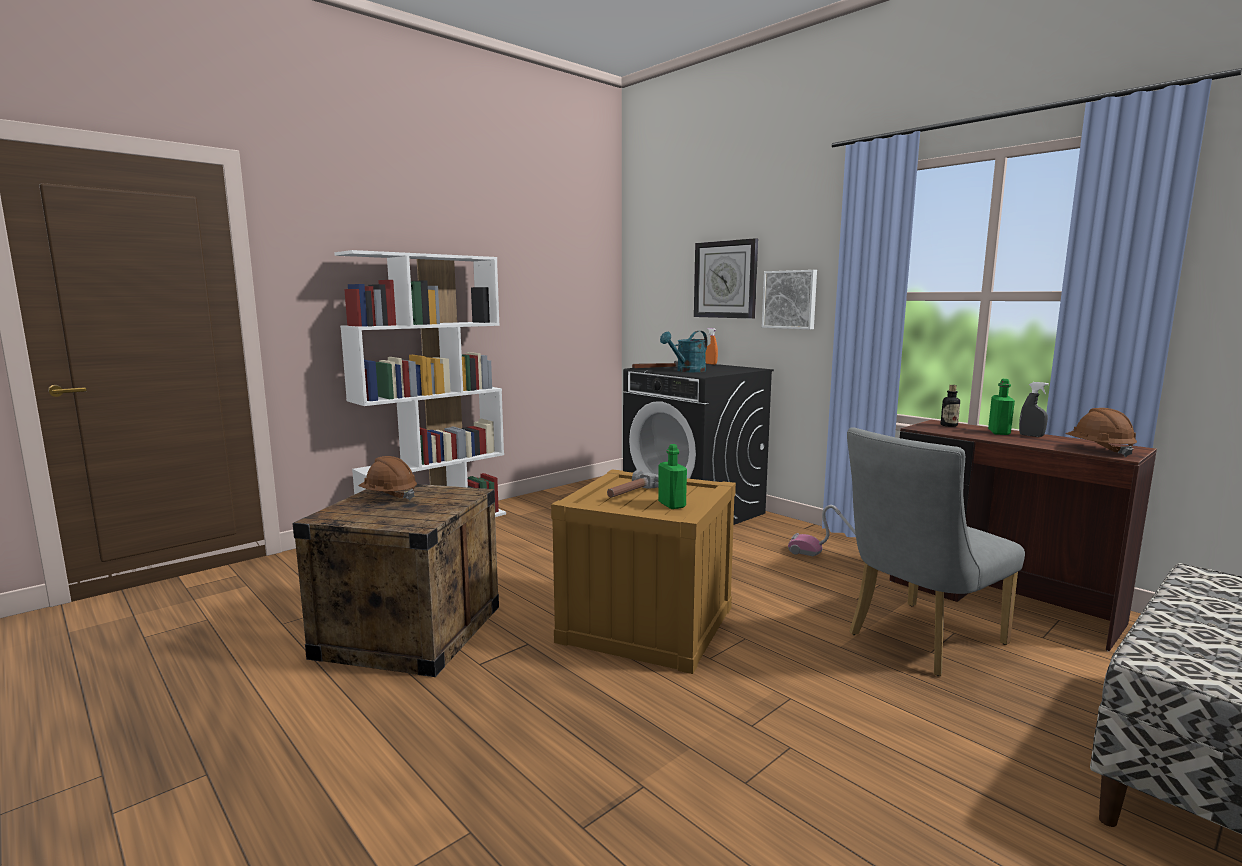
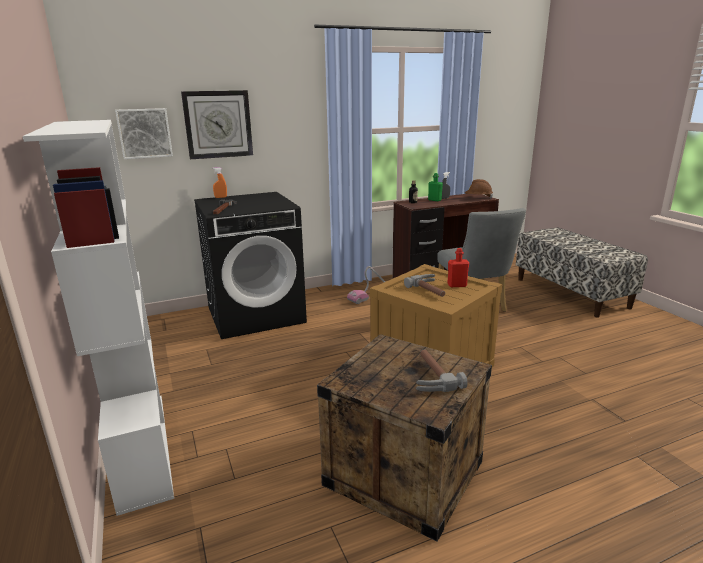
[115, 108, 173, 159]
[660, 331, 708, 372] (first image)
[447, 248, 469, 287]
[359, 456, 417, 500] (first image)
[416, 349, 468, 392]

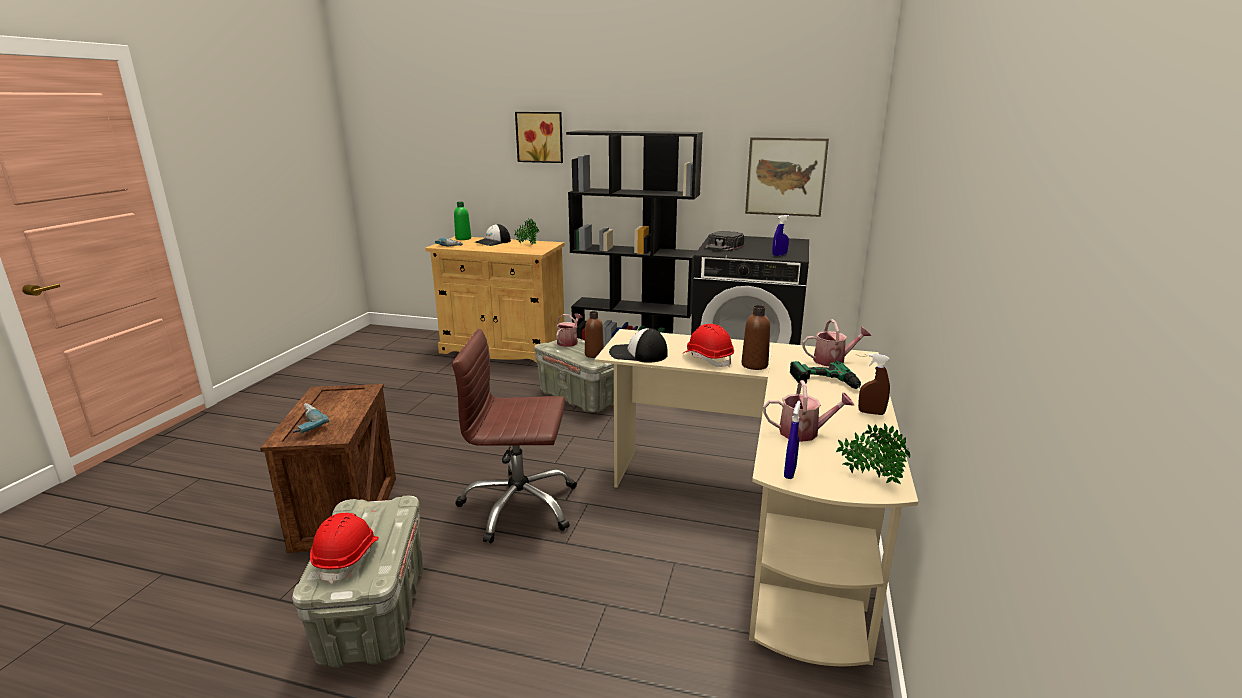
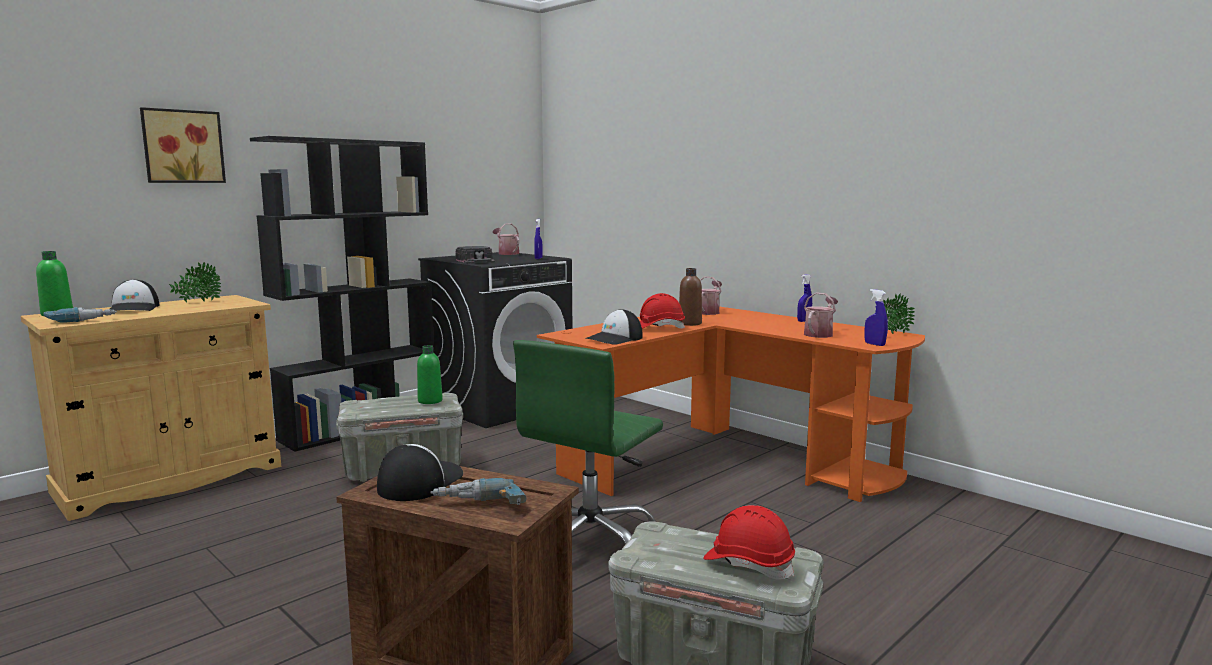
[745, 137, 829, 217] (first image)
[417, 345, 443, 404]
[493, 223, 519, 255]
[513, 340, 663, 544]
[537, 306, 925, 502]
[797, 274, 812, 322]
[790, 361, 861, 389] (first image)
[377, 444, 463, 501]

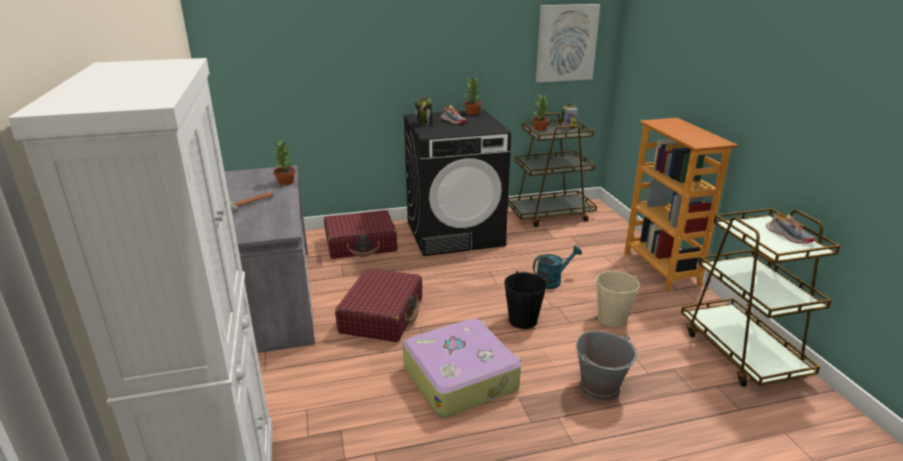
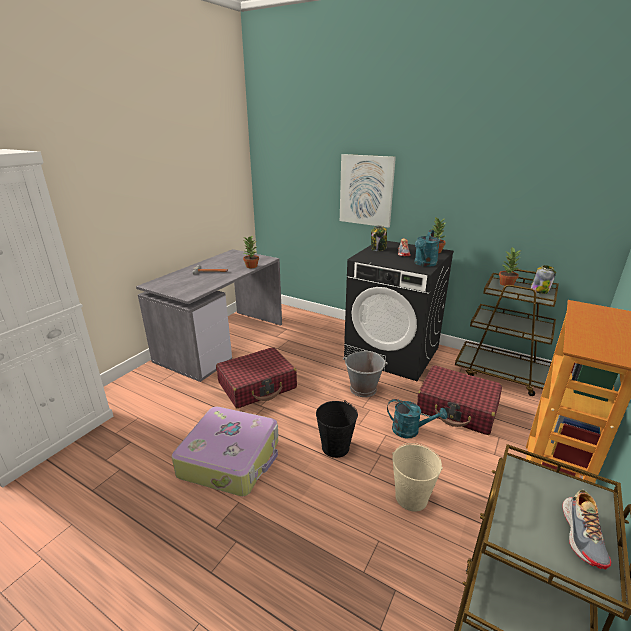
[340, 154, 396, 228]
[417, 365, 502, 435]
[343, 351, 388, 397]
[415, 230, 440, 267]

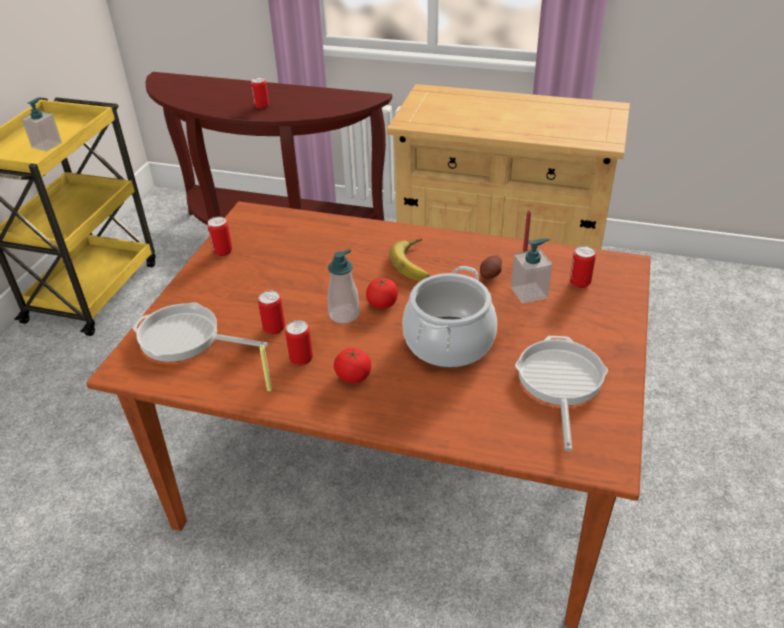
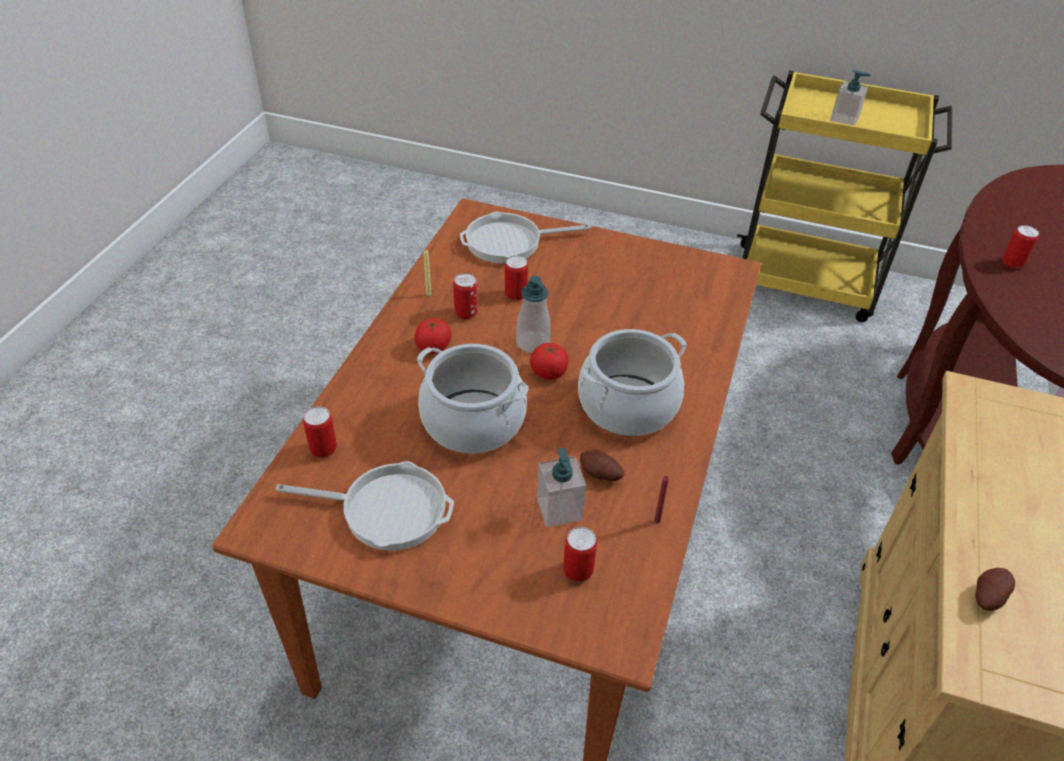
[303, 406, 337, 458]
[578, 329, 687, 436]
[460, 212, 591, 264]
[976, 568, 1015, 611]

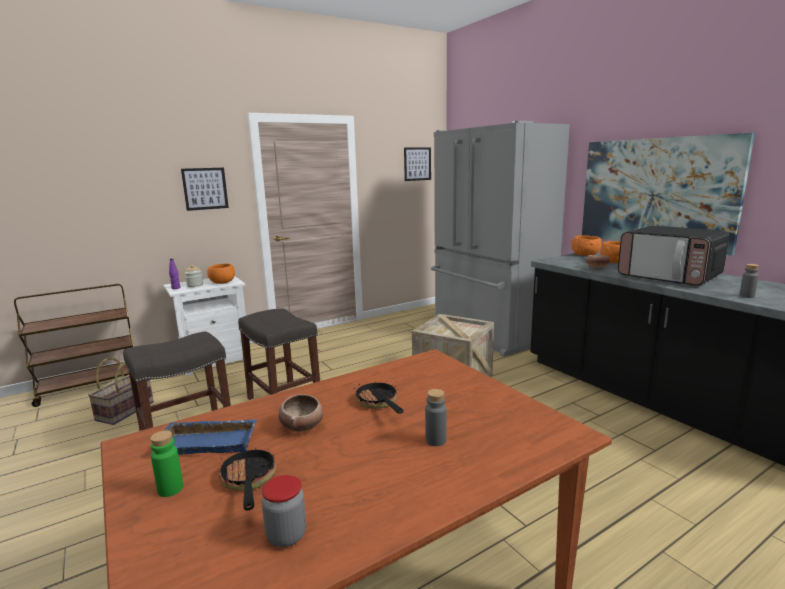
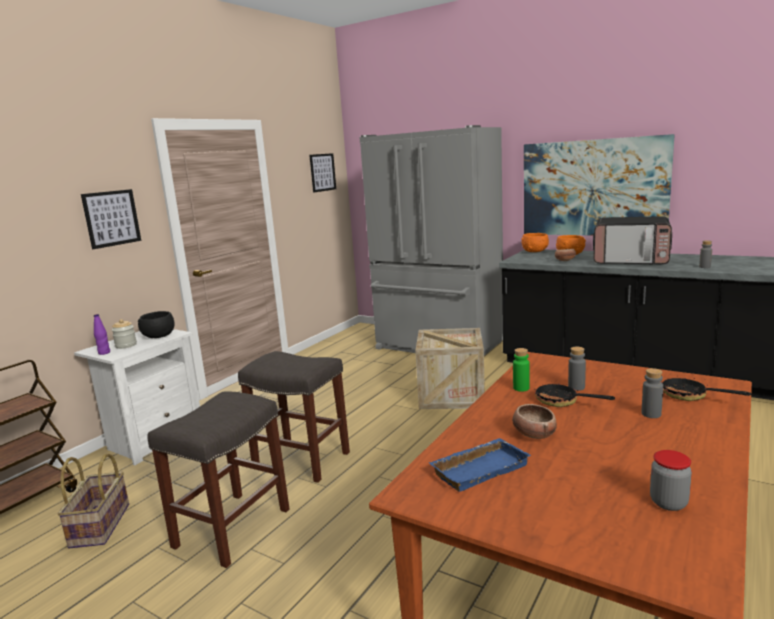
[138, 311, 175, 338]
[513, 348, 530, 391]
[661, 375, 751, 401]
[568, 347, 586, 391]

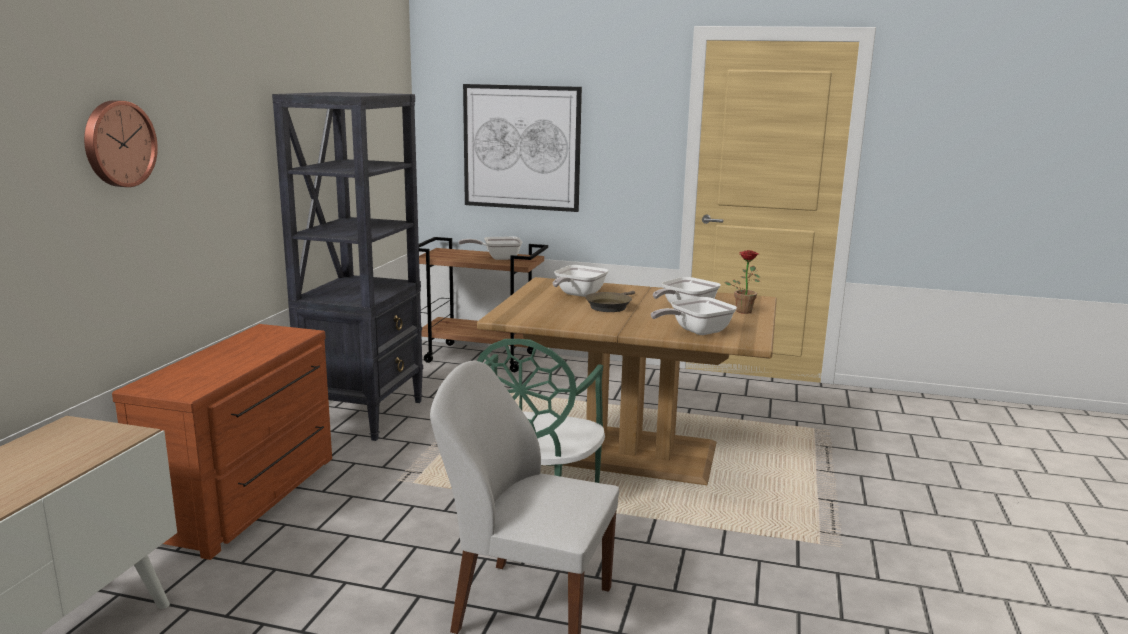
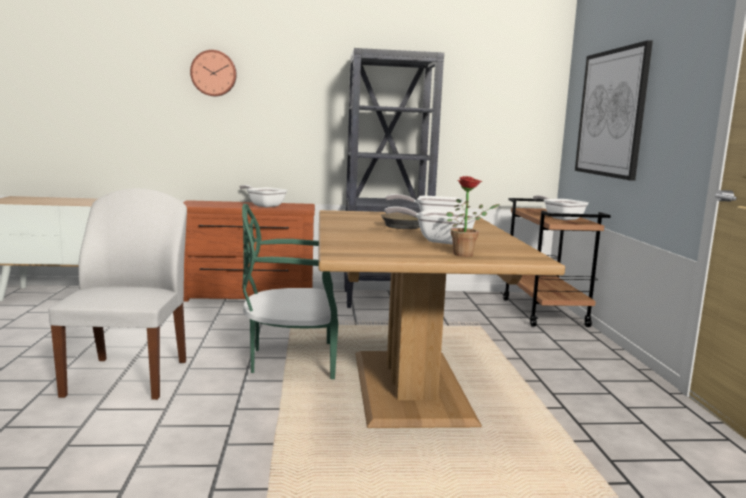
[239, 185, 288, 207]

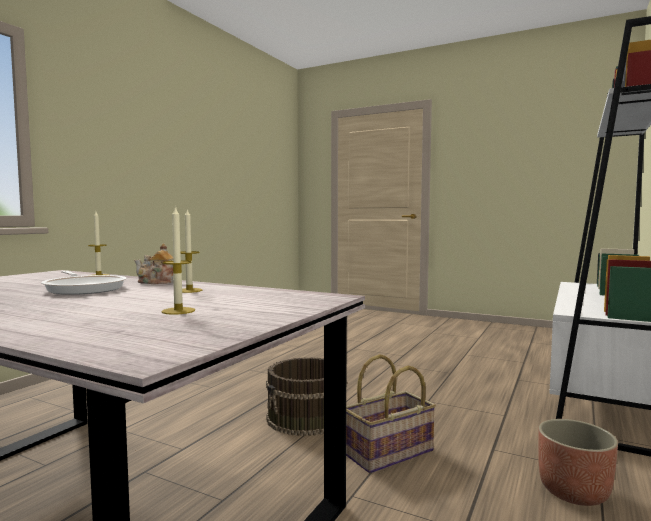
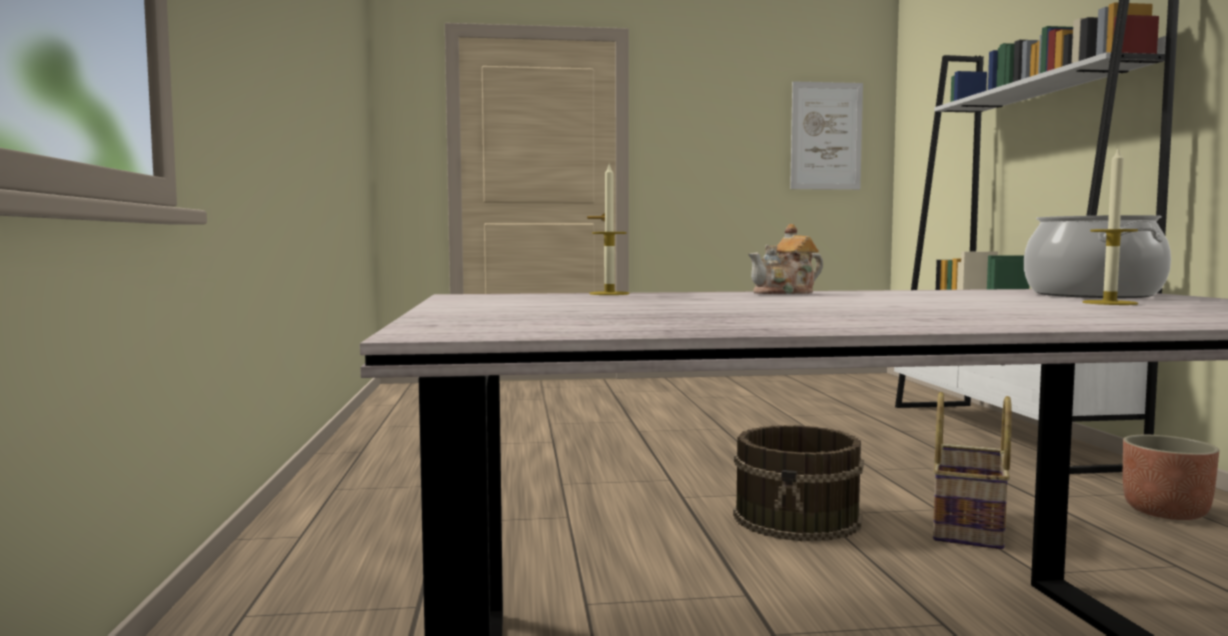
[180, 208, 202, 293] (first image)
[41, 271, 127, 295] (first image)
[790, 81, 863, 190]
[1024, 215, 1171, 298]

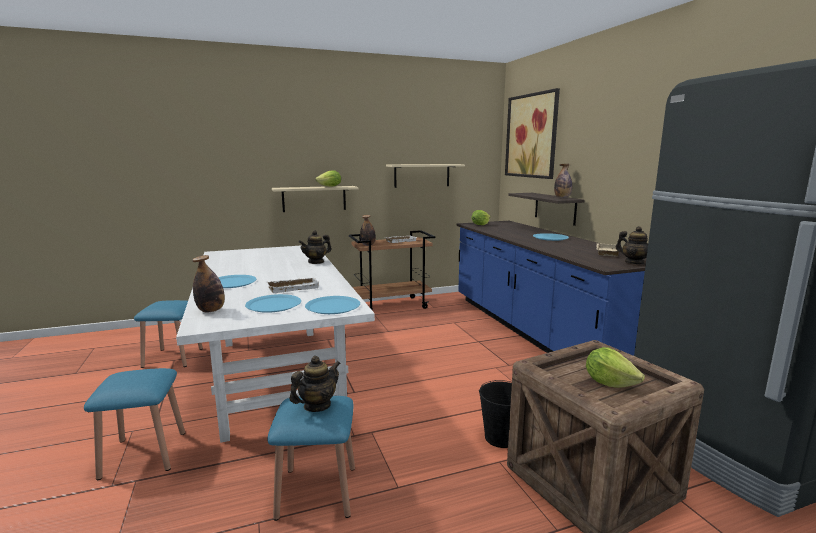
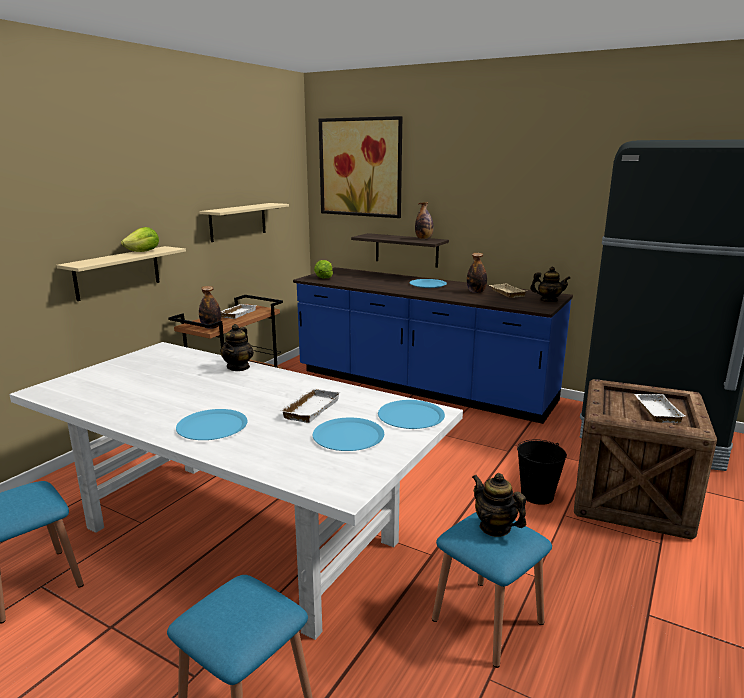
[467, 253, 487, 293]
[634, 394, 686, 423]
[472, 473, 526, 537]

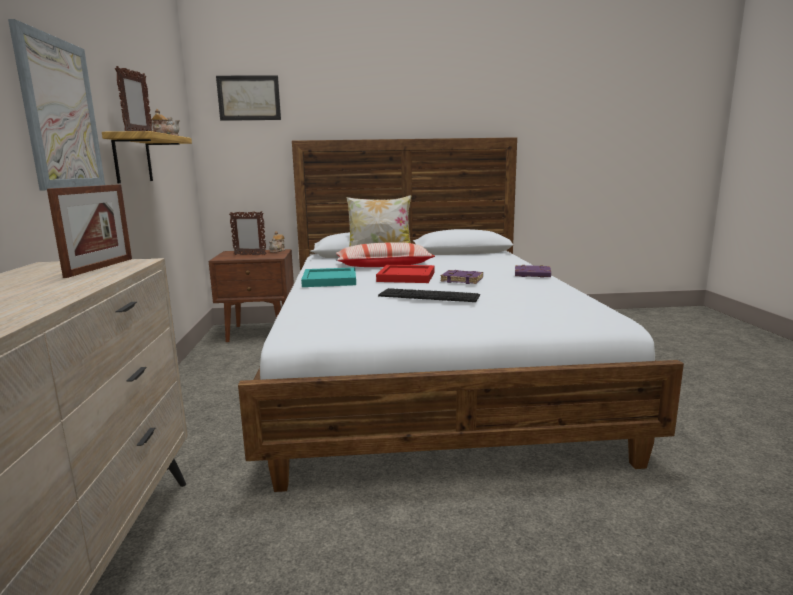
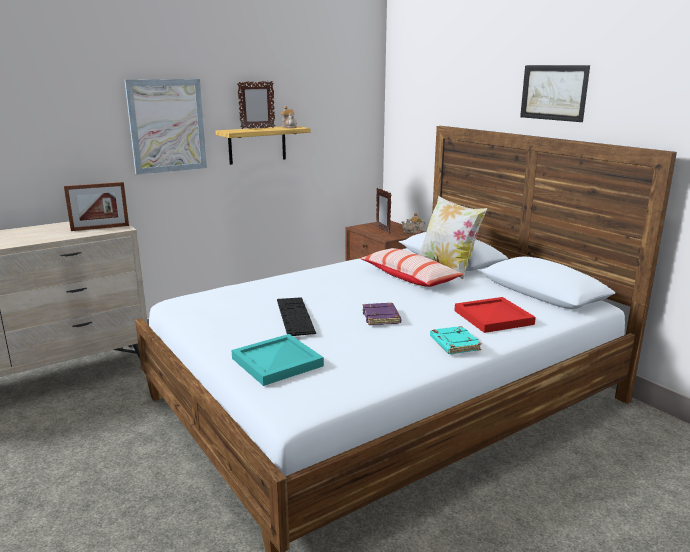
[520, 65, 590, 122]
[454, 297, 536, 333]
[430, 326, 482, 354]
[232, 334, 324, 386]

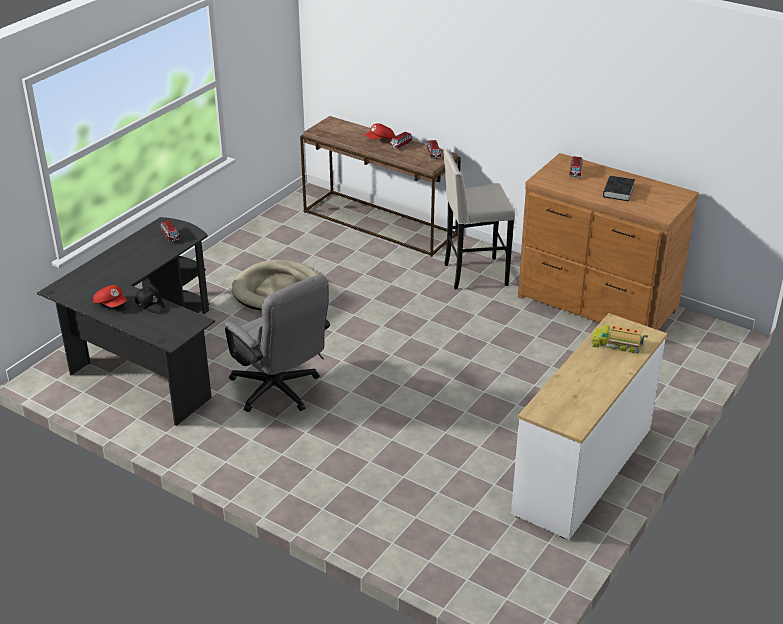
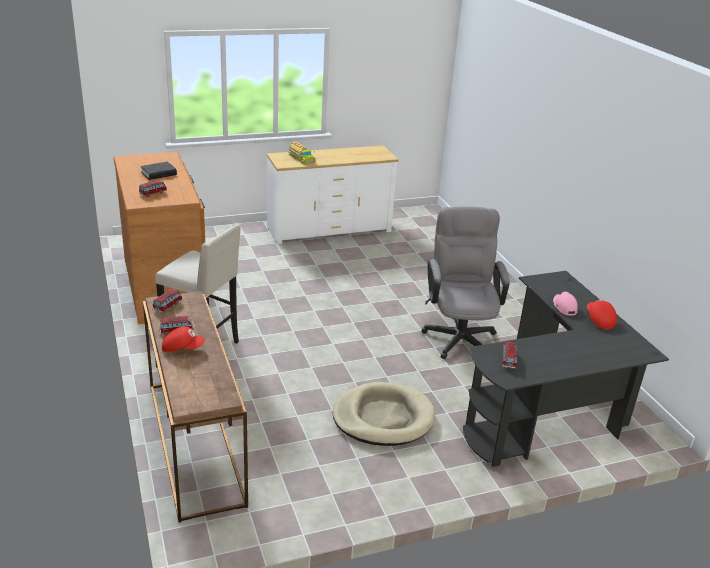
[553, 292, 578, 316]

